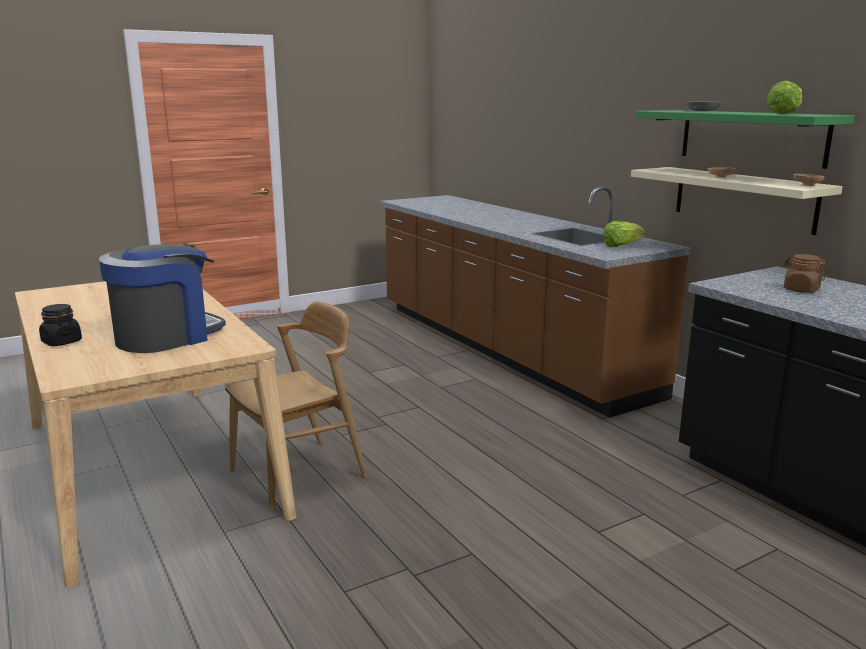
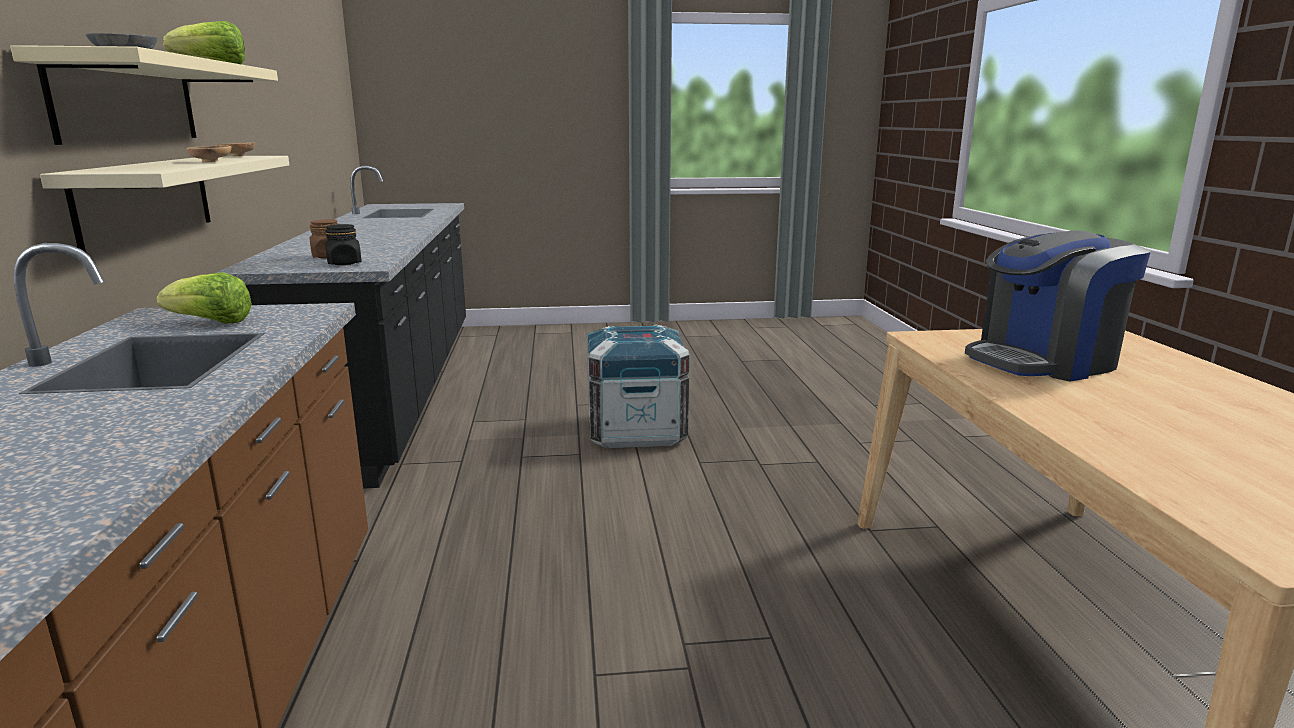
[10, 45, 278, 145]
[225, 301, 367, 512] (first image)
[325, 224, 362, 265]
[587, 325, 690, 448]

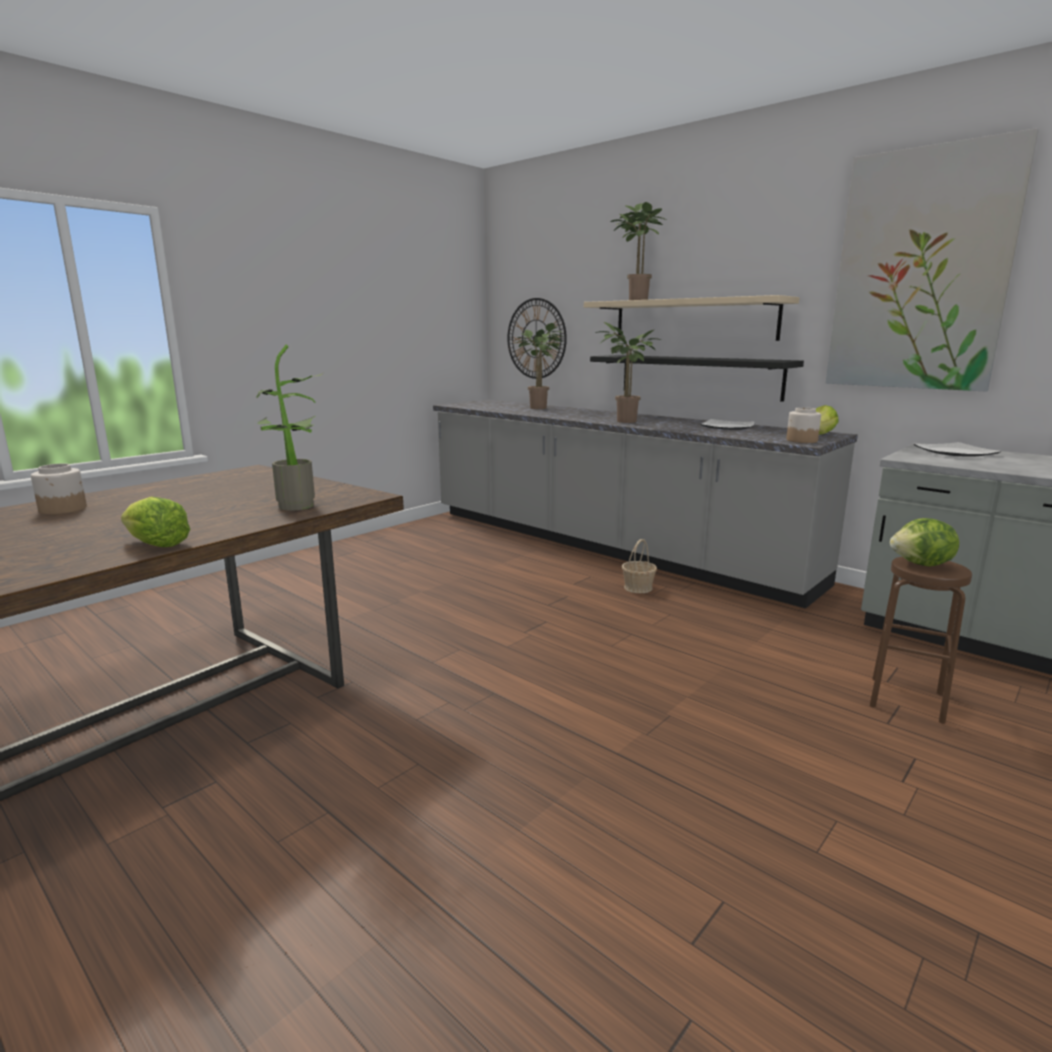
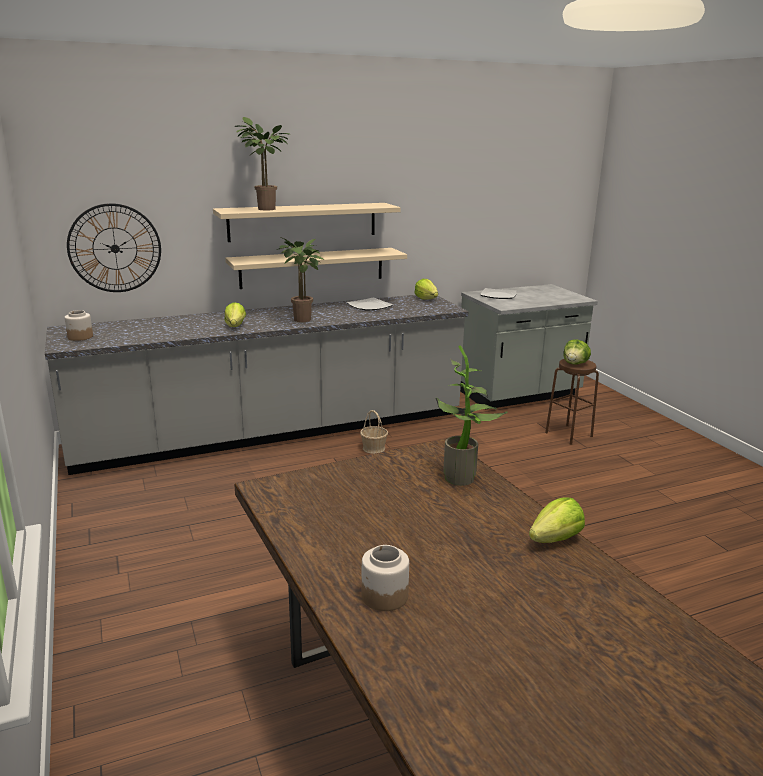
[826, 128, 1039, 392] (first image)
[516, 323, 564, 409] (first image)
[225, 248, 407, 289]
[65, 310, 93, 341]
[224, 302, 246, 327]

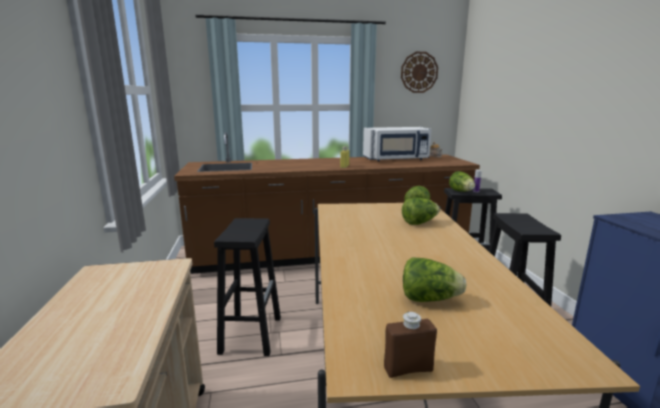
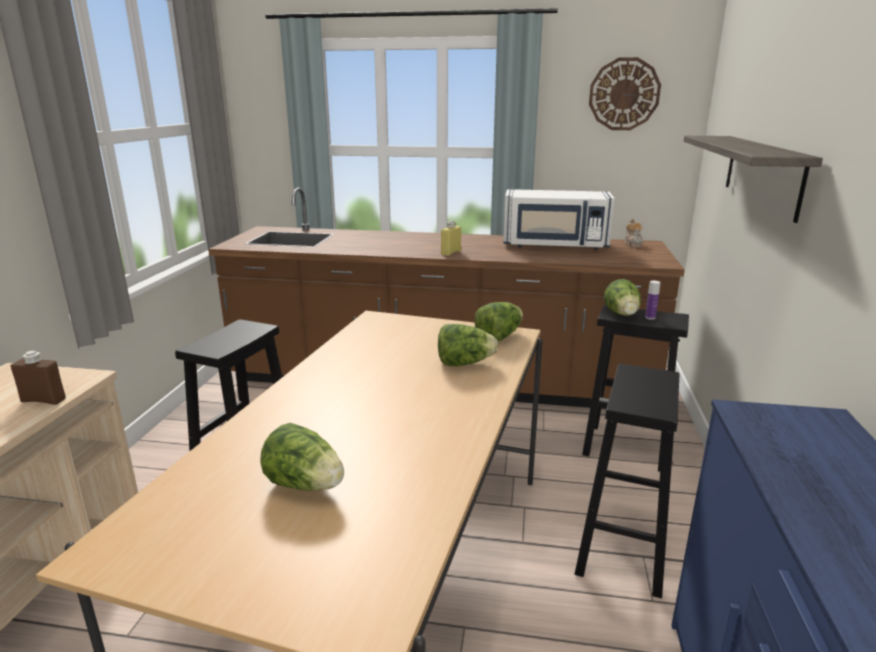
[11, 351, 66, 405]
[684, 136, 823, 223]

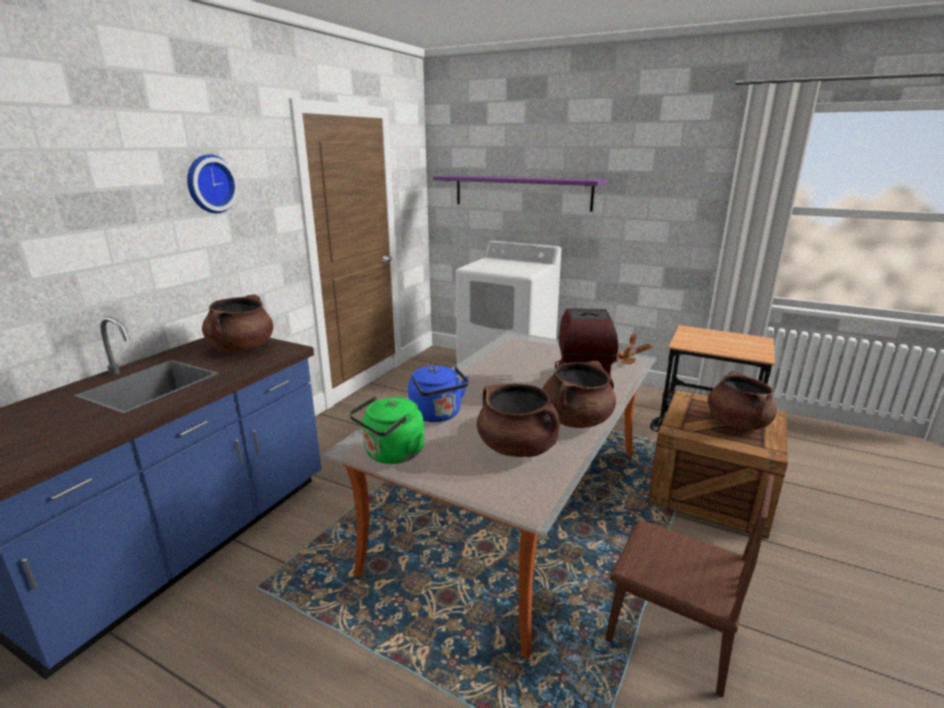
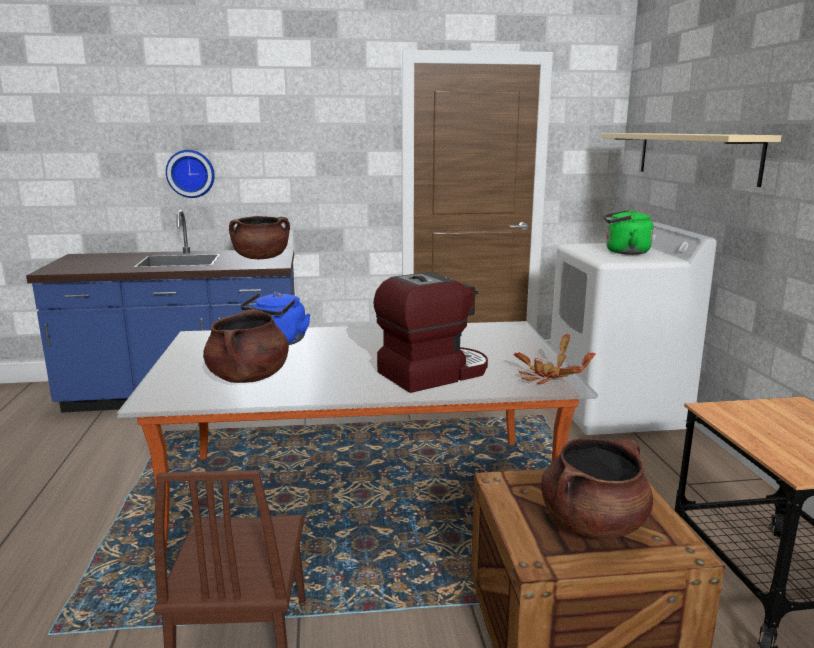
[166, 150, 215, 198]
[601, 133, 782, 187]
[542, 361, 616, 428] (first image)
[603, 209, 653, 255]

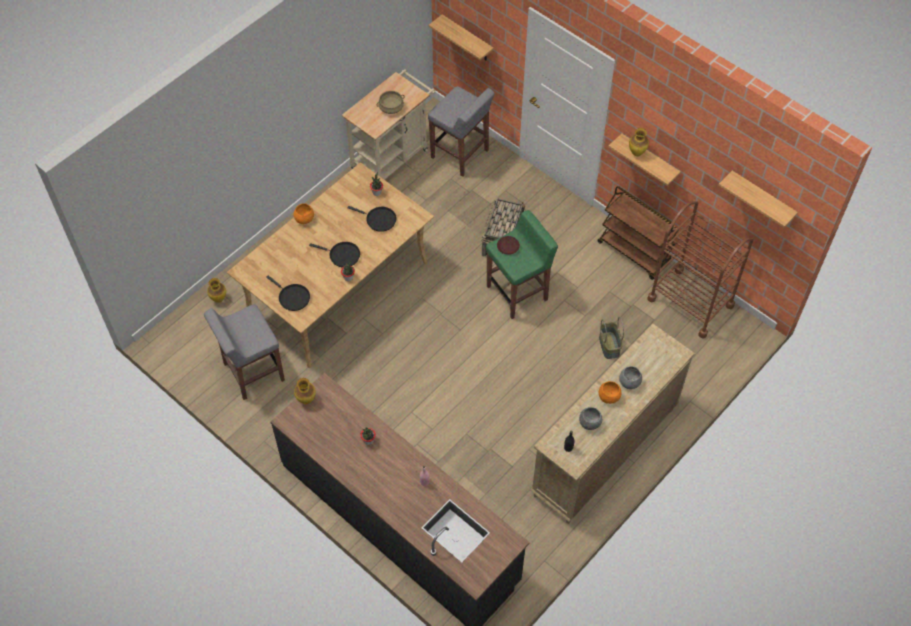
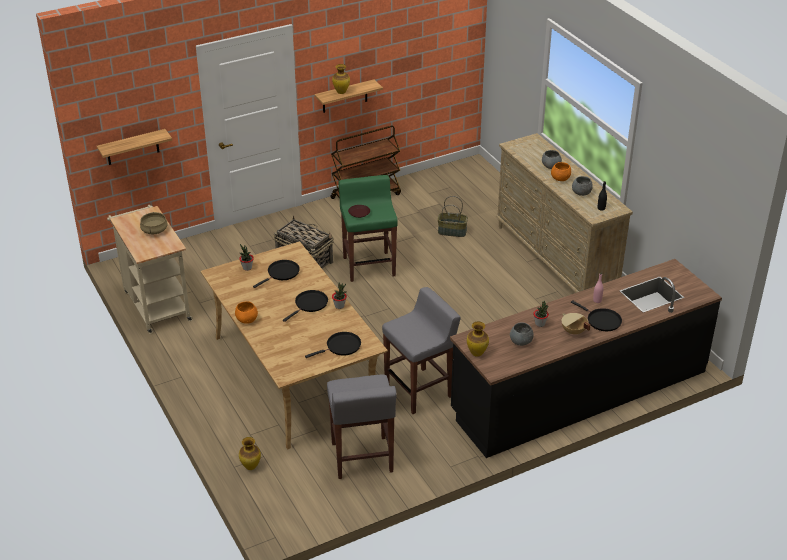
[382, 287, 461, 414]
[718, 171, 798, 228] (first image)
[647, 201, 754, 339] (first image)
[571, 300, 622, 331]
[561, 313, 591, 335]
[510, 322, 534, 346]

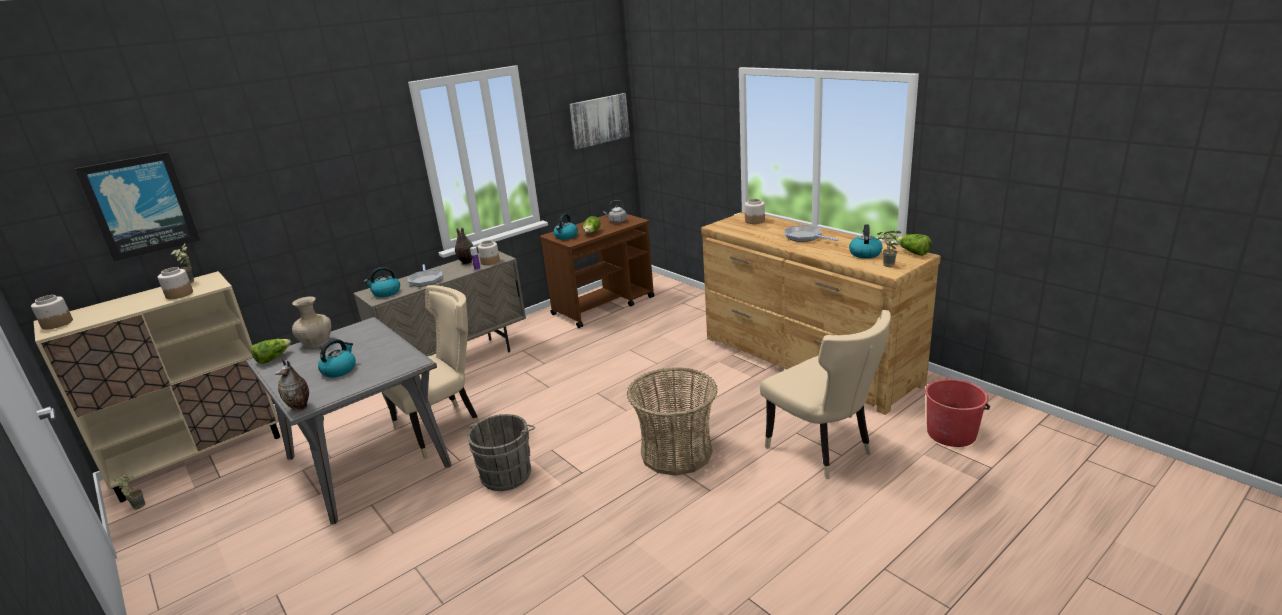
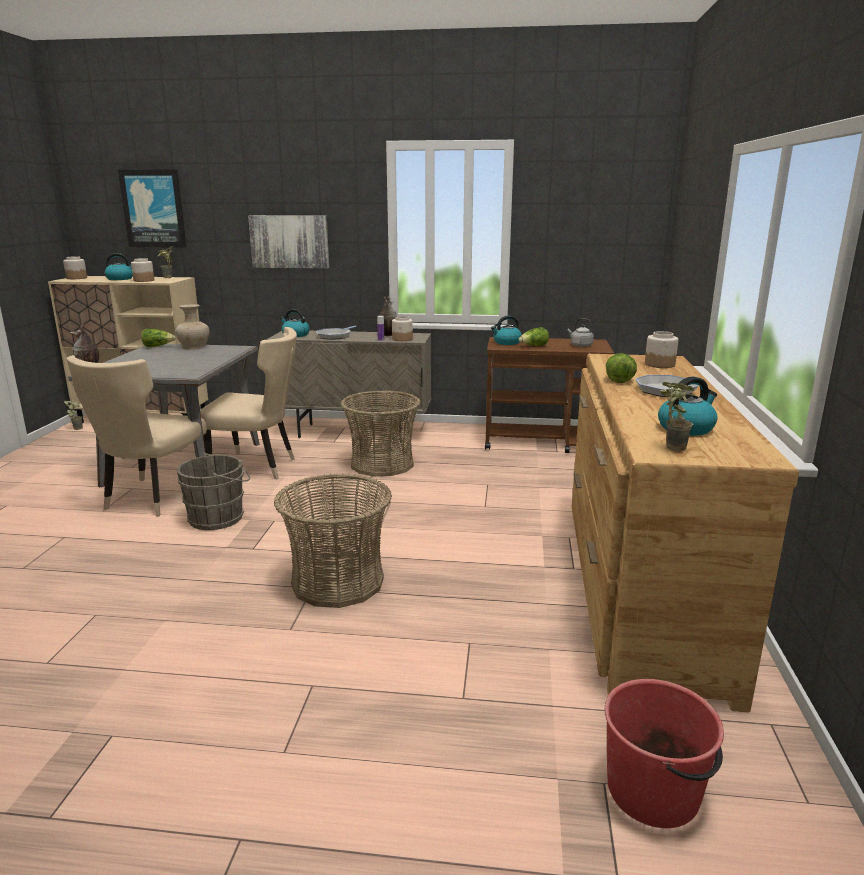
[248, 215, 329, 269]
[606, 353, 637, 383]
[67, 355, 207, 516]
[105, 253, 133, 280]
[341, 390, 421, 477]

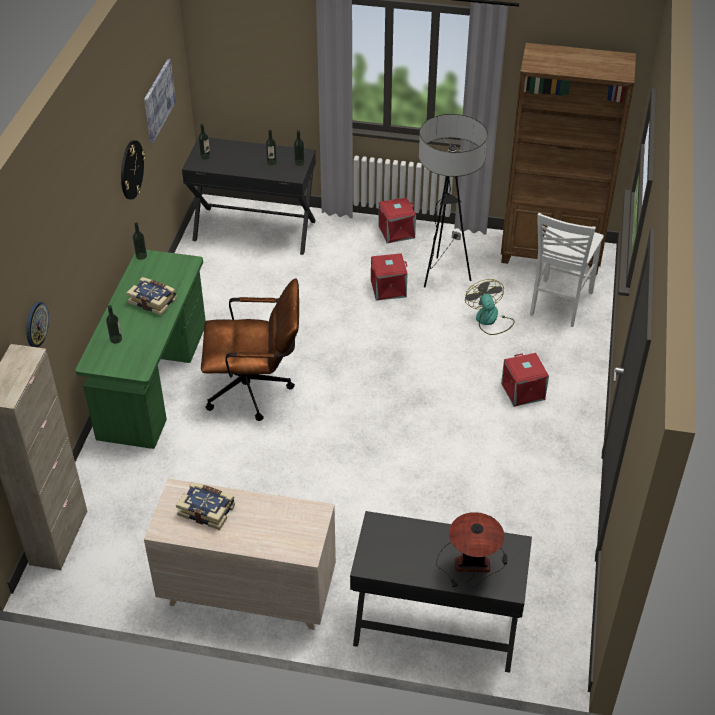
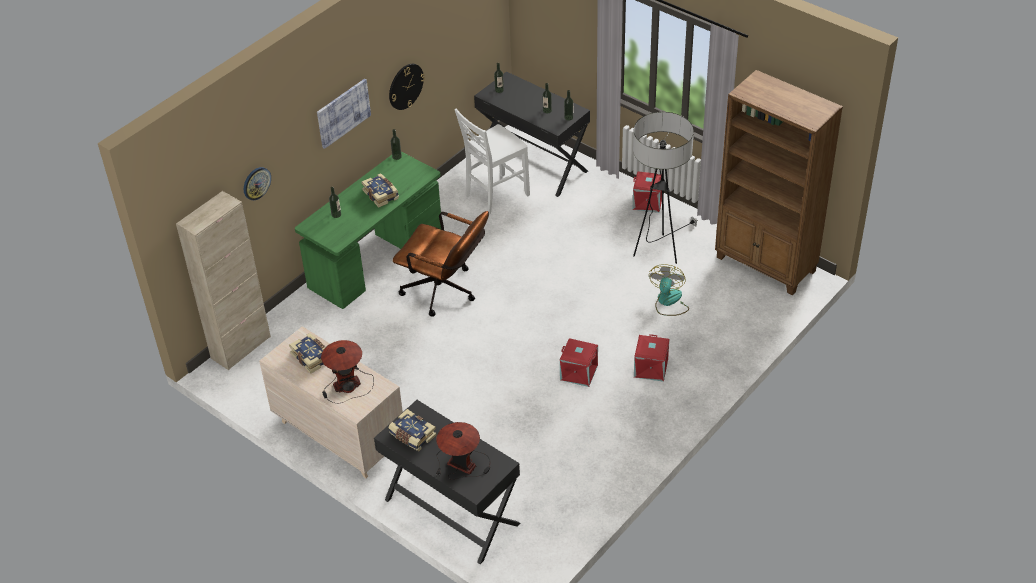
[317, 79, 371, 149]
[455, 108, 530, 215]
[560, 338, 598, 387]
[321, 340, 374, 403]
[389, 409, 436, 451]

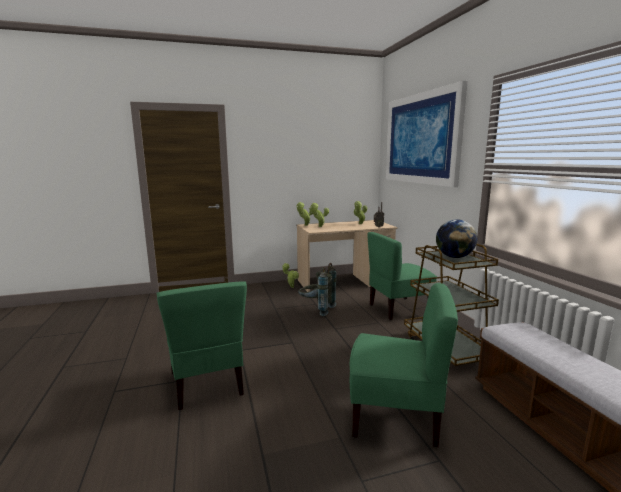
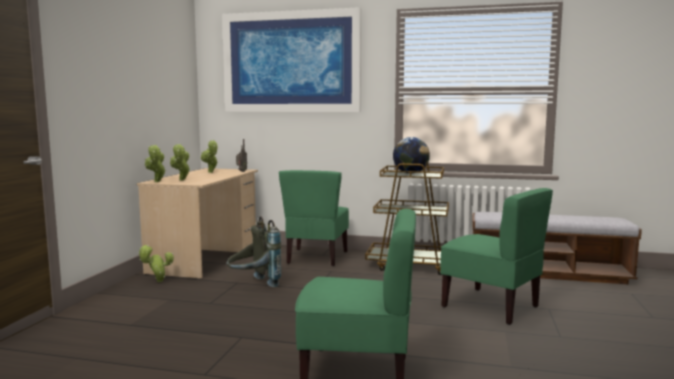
[440, 188, 553, 325]

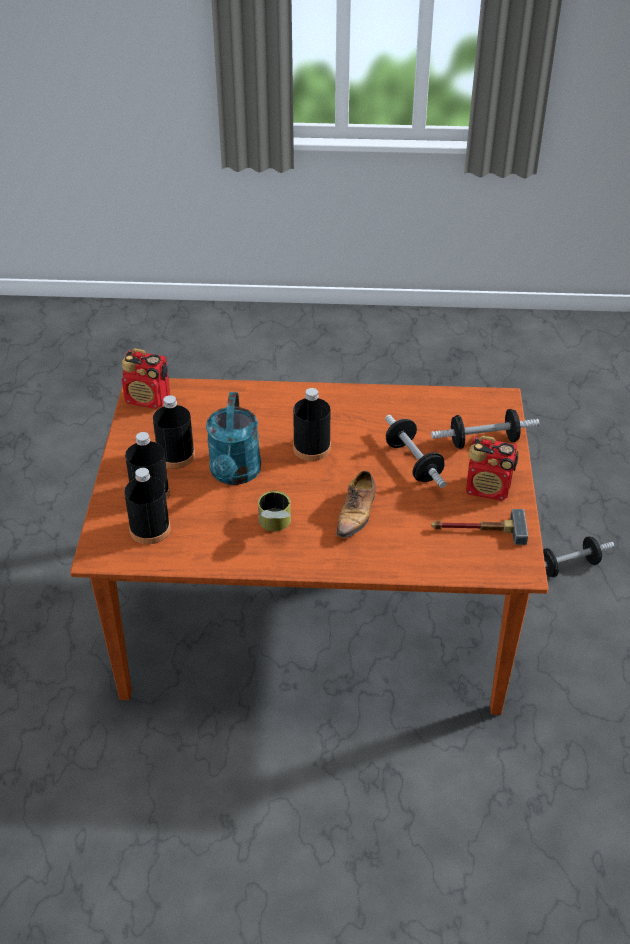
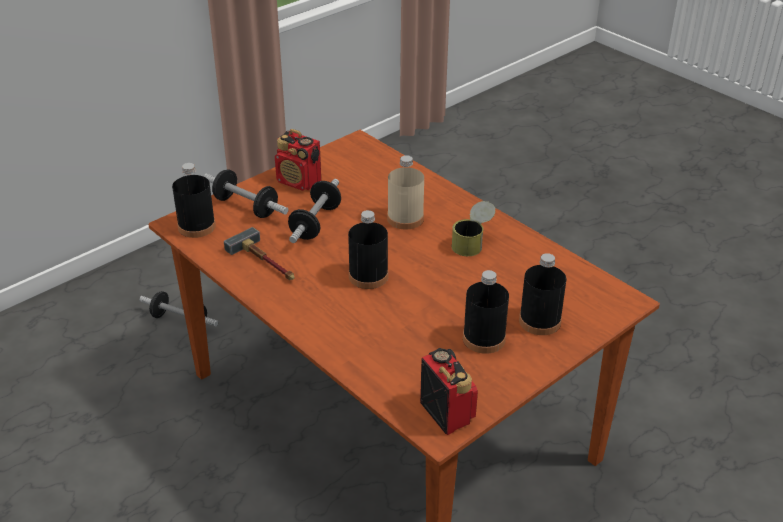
[206, 392, 261, 485] (first image)
[275, 129, 321, 191]
[172, 163, 216, 238]
[387, 155, 424, 229]
[224, 227, 295, 280]

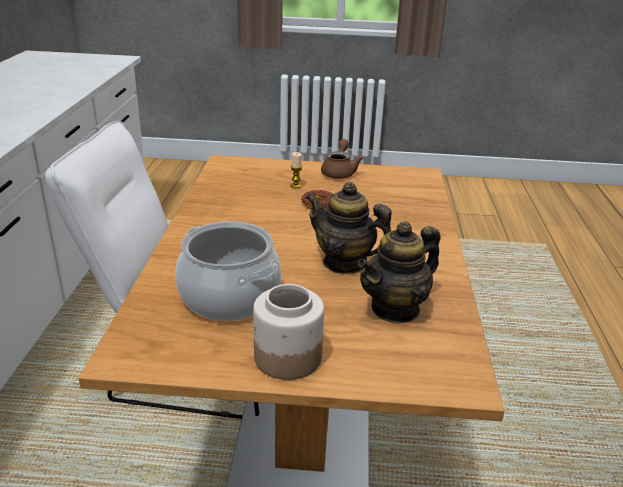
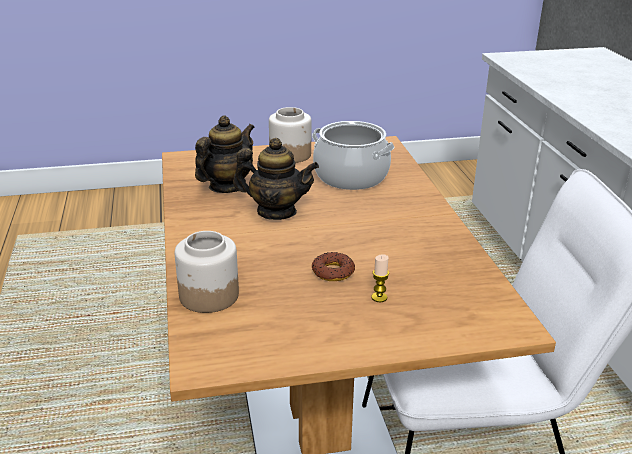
[321, 139, 363, 179] (first image)
[175, 231, 239, 313]

